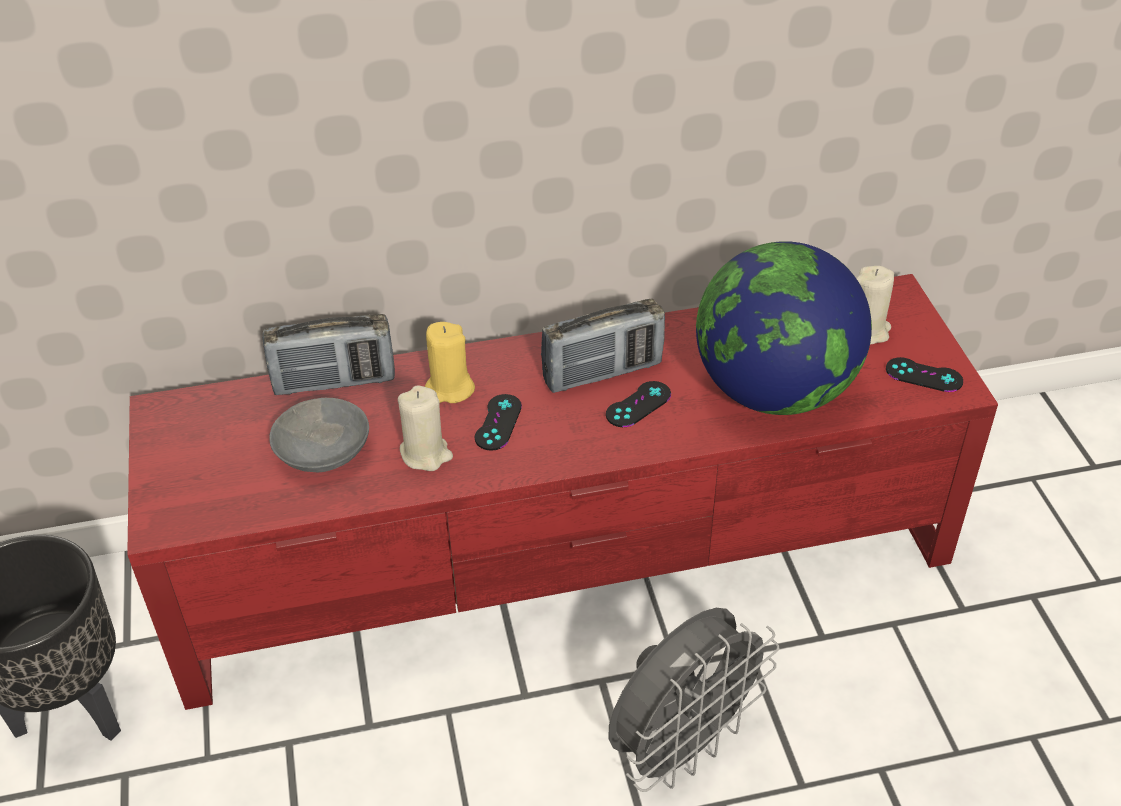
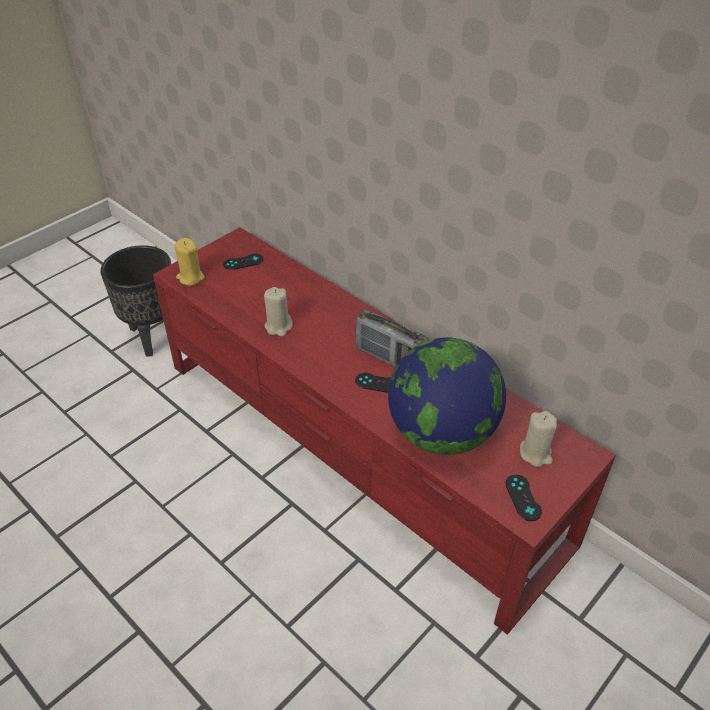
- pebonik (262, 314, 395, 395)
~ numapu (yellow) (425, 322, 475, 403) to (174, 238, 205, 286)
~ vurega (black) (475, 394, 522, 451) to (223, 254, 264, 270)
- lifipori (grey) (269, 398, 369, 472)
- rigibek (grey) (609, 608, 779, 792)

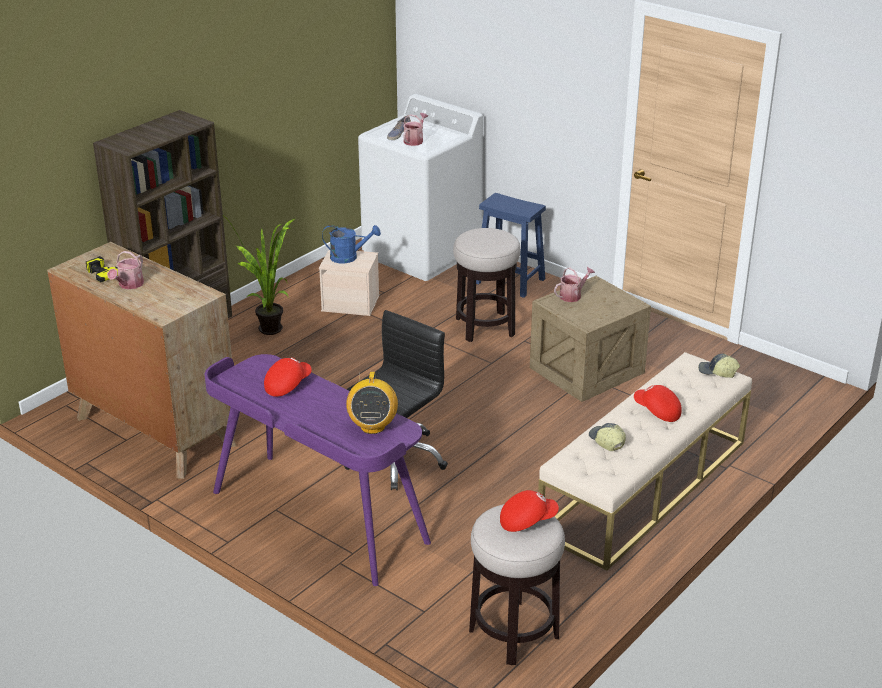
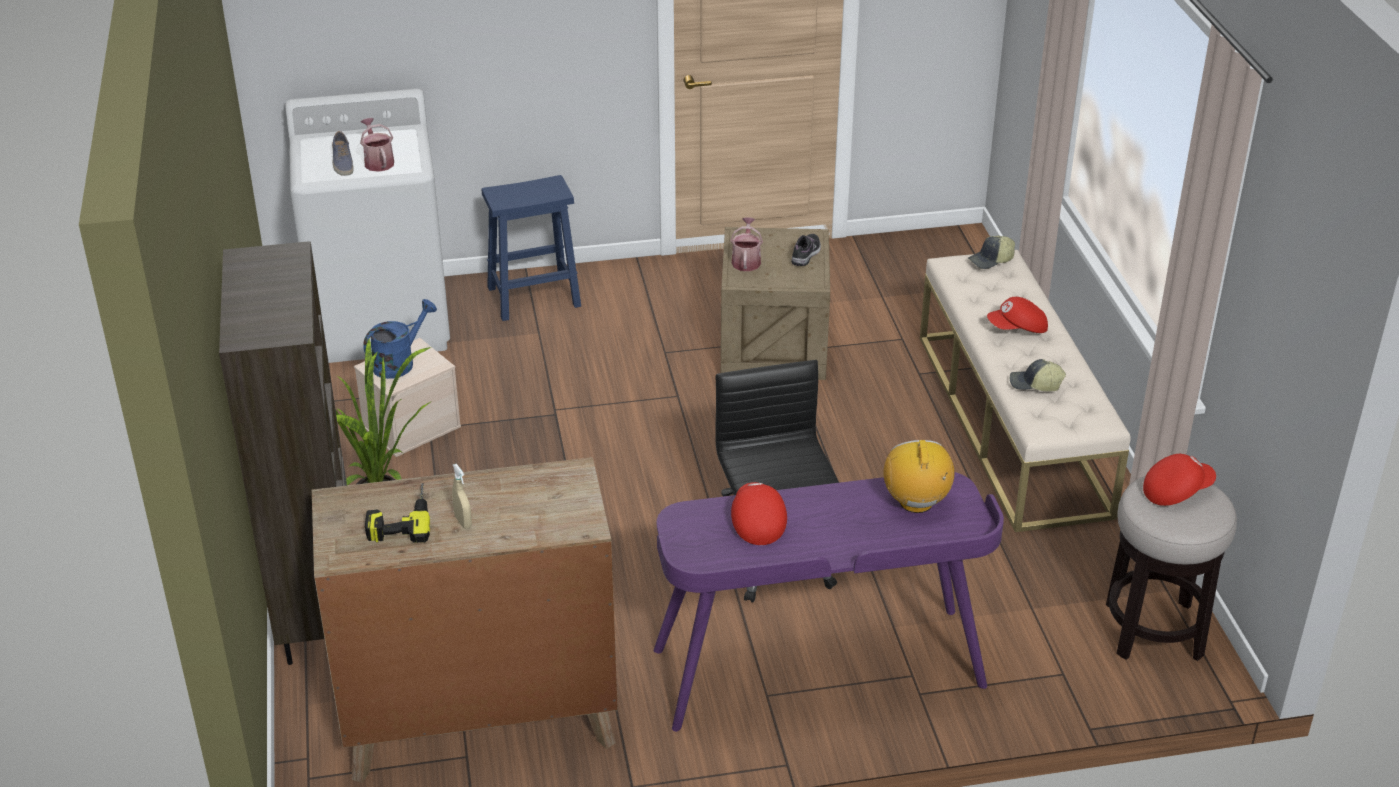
- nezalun (453, 228, 521, 342)
~ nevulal (107, 251, 144, 290) to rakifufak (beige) (452, 464, 472, 529)
~ pebonik (346, 372, 398, 434) = (884, 440, 954, 513) 135 degrees counterclockwise
~ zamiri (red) (500, 490, 559, 532) = (1143, 454, 1216, 506) 45 degrees clockwise
+ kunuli (791, 234, 821, 266)

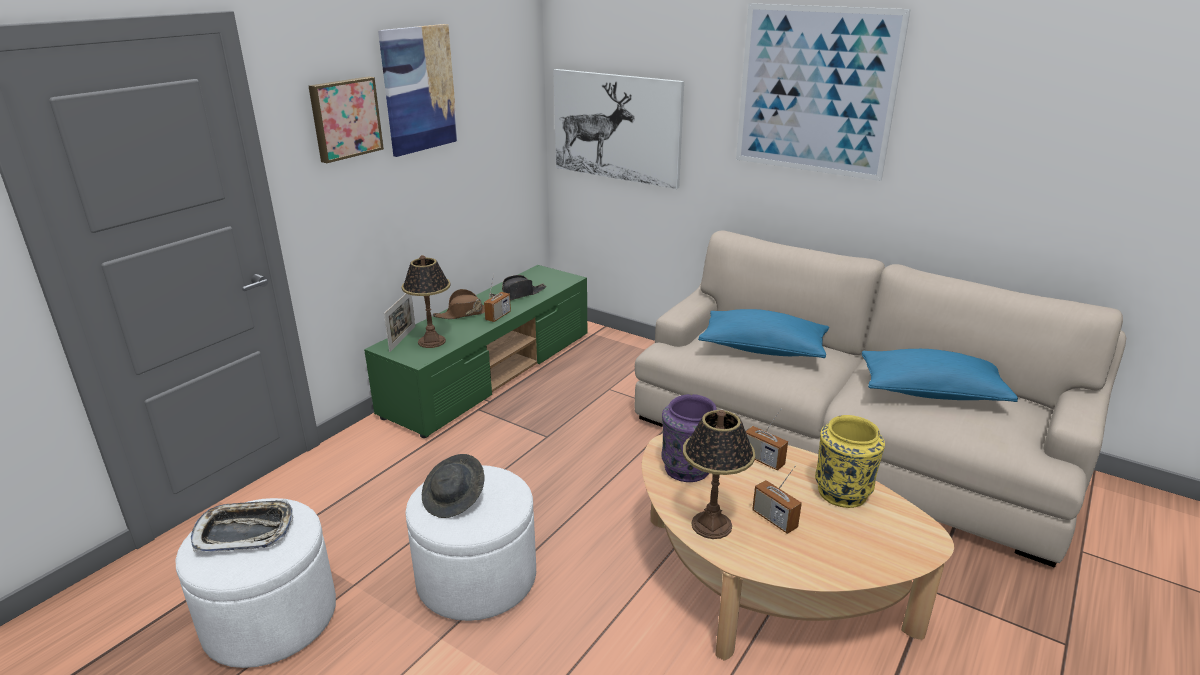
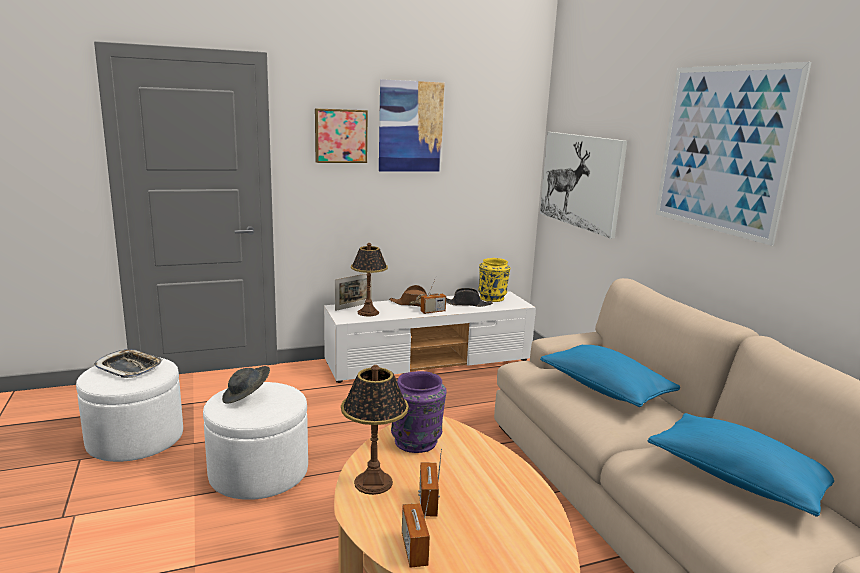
~ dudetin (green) (364, 265, 587, 438) to dudetin (white) (324, 291, 536, 383)
~ pebonik (746, 409, 788, 470) to (402, 490, 431, 568)
~ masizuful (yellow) (815, 415, 885, 508) to (478, 258, 510, 302)

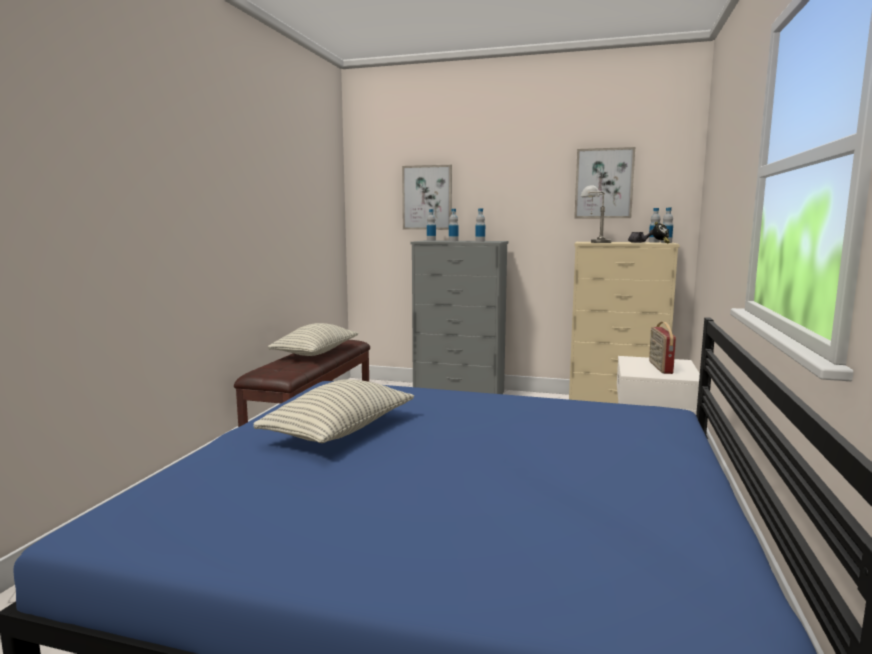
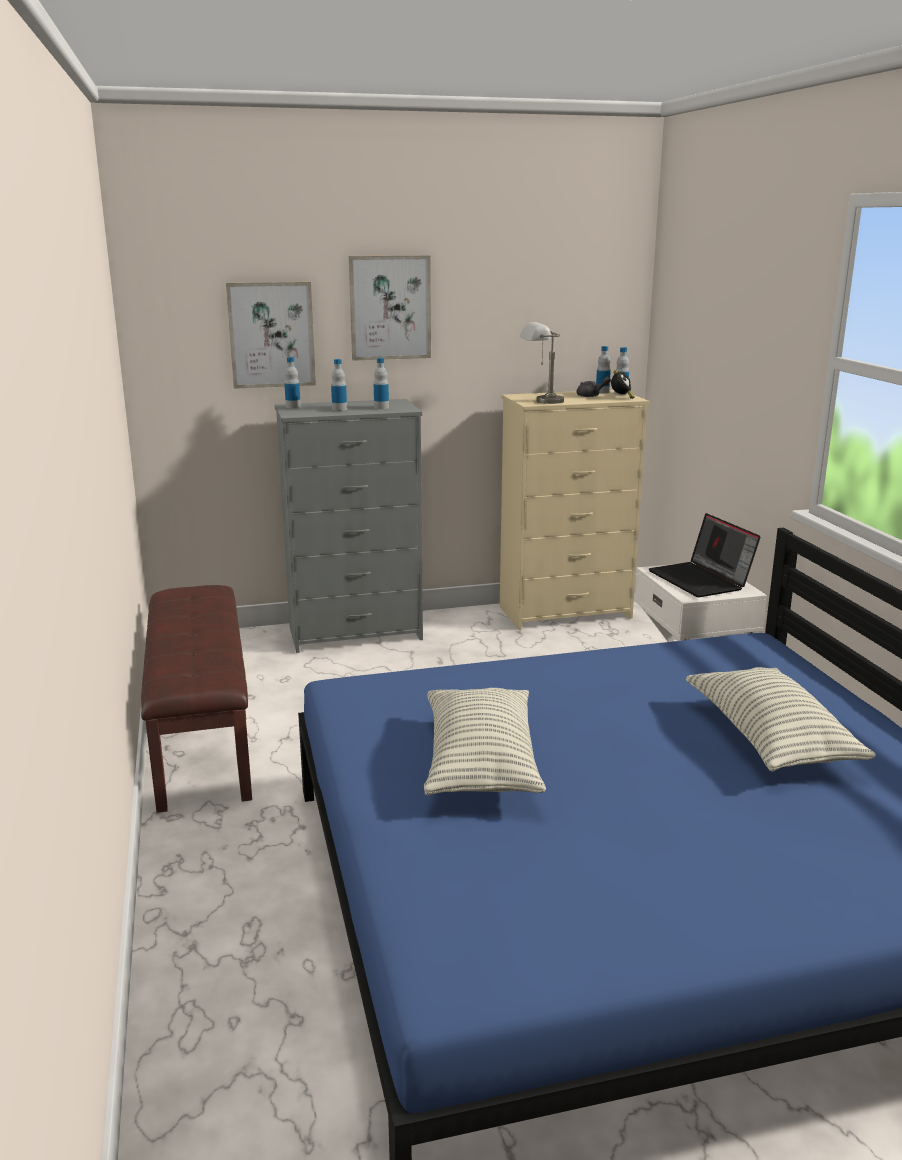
~ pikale (574, 147, 635, 218) to (349, 255, 431, 361)
~ pebonik (649, 322, 676, 374) to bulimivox (649, 513, 760, 597)
~ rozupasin (268, 323, 359, 356) to (686, 667, 876, 772)

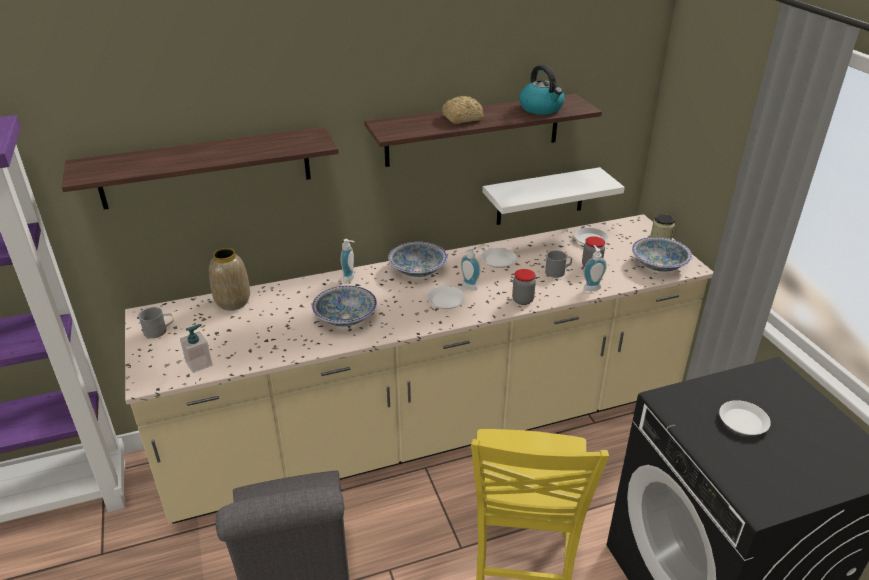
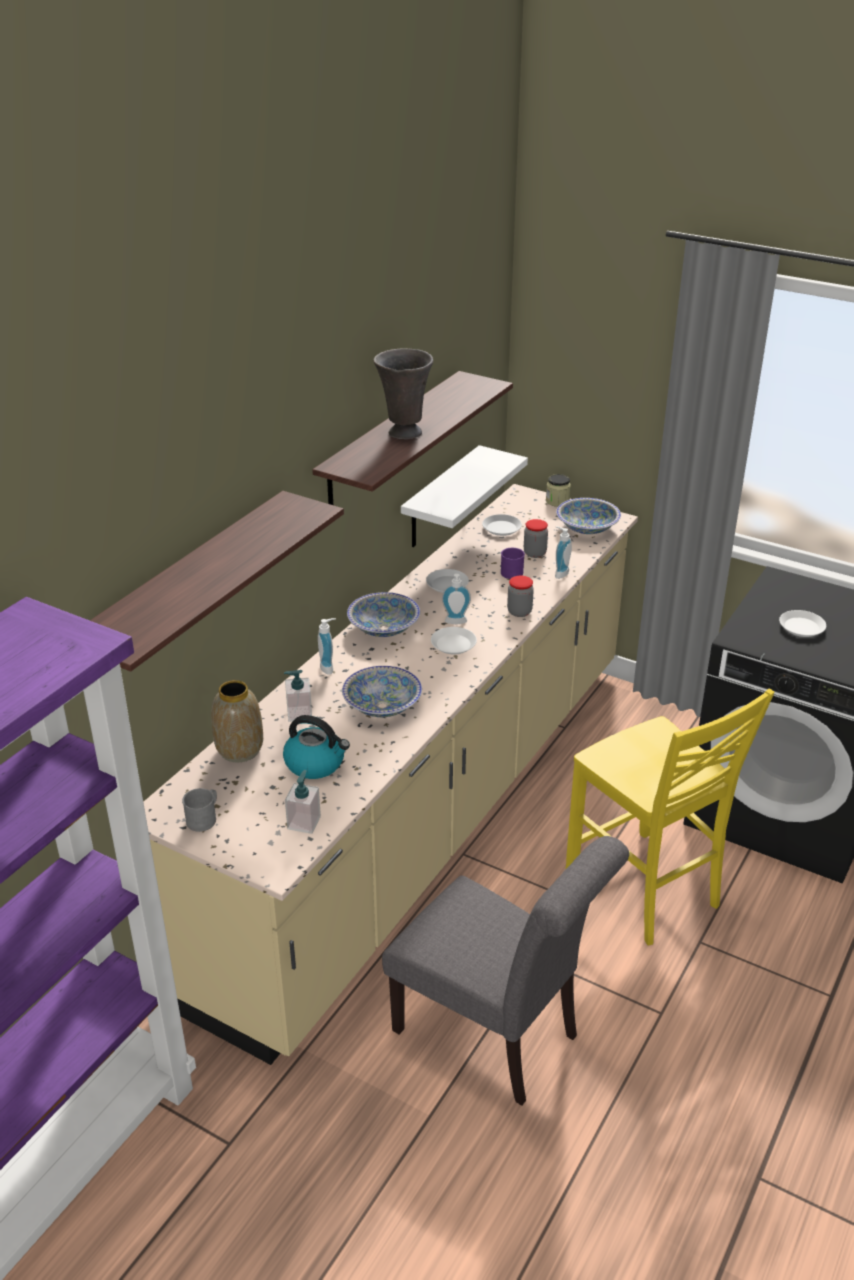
~ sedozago (519, 65, 565, 115) to (283, 715, 350, 779)
~ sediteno (442, 96, 484, 124) to masizuful (grey) (373, 348, 433, 439)
~ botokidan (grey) (545, 250, 572, 278) to botokidan (purple) (501, 548, 525, 579)
+ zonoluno (284, 670, 312, 722)

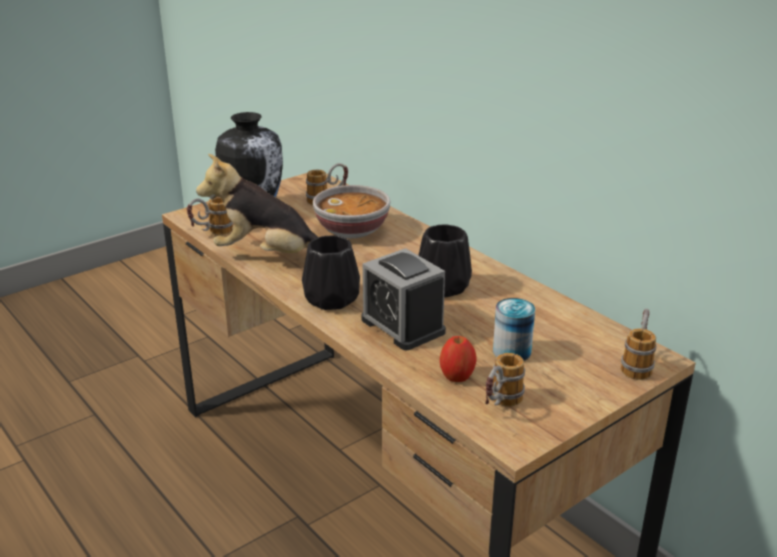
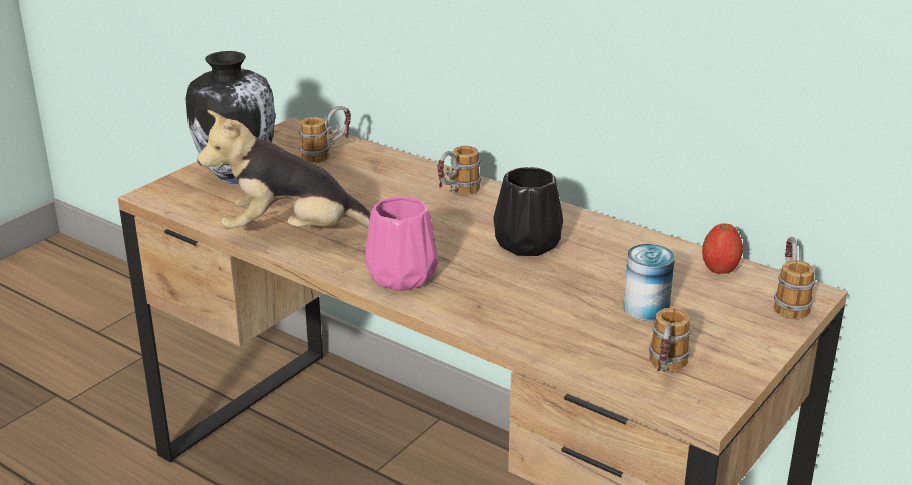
- lifipori (313, 185, 390, 238)
~ botokidan (187, 197, 233, 235) to (437, 146, 481, 195)
~ masizuful (black) (302, 235, 360, 310) to masizuful (pink) (365, 196, 438, 291)
- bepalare (361, 248, 446, 350)
~ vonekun (440, 336, 477, 382) to (702, 224, 743, 274)

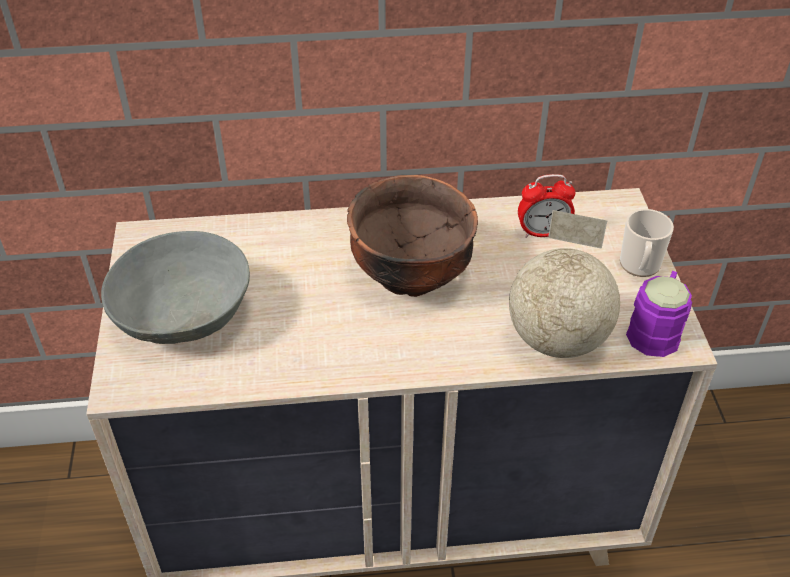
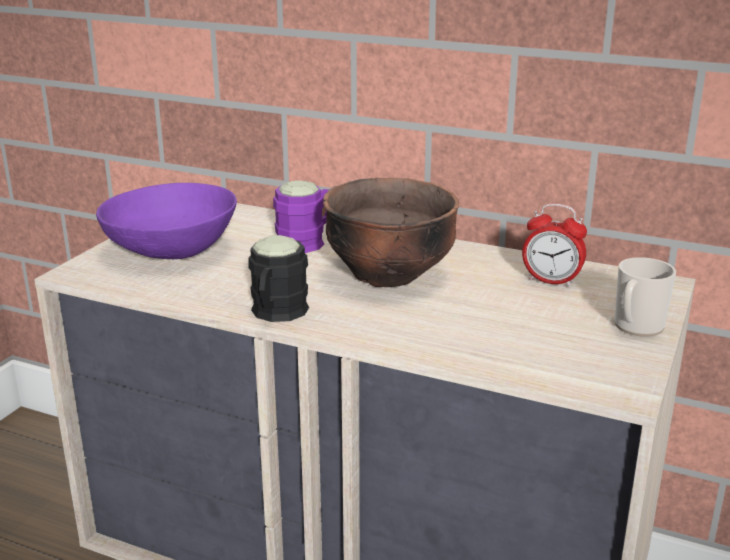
- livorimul (509, 210, 620, 358)
~ lifipori (grey) (101, 231, 250, 344) to lifipori (purple) (96, 183, 237, 259)
~ botokidan (purple) (626, 271, 692, 357) to (273, 181, 329, 253)
+ botokidan (black) (248, 235, 309, 322)

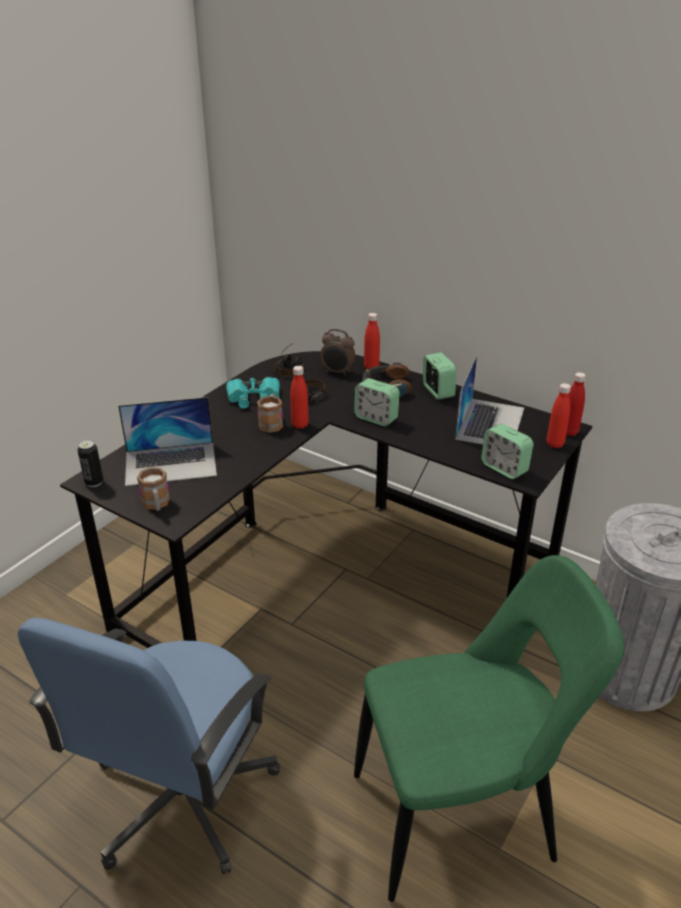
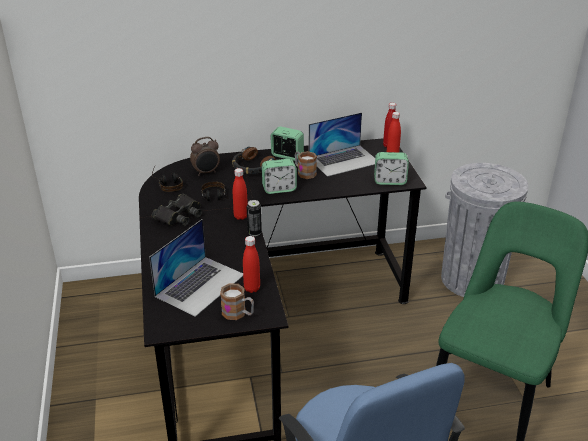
~ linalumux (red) (364, 313, 380, 369) to (243, 236, 260, 293)
~ bulimivox (455, 355, 524, 444) = (308, 112, 375, 177) 90 degrees clockwise
~ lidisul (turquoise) (226, 377, 280, 409) to lidisul (black) (152, 194, 202, 226)
~ botokidan (257, 394, 283, 433) to (295, 151, 317, 179)
~ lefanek (77, 440, 103, 487) to (247, 200, 262, 236)

